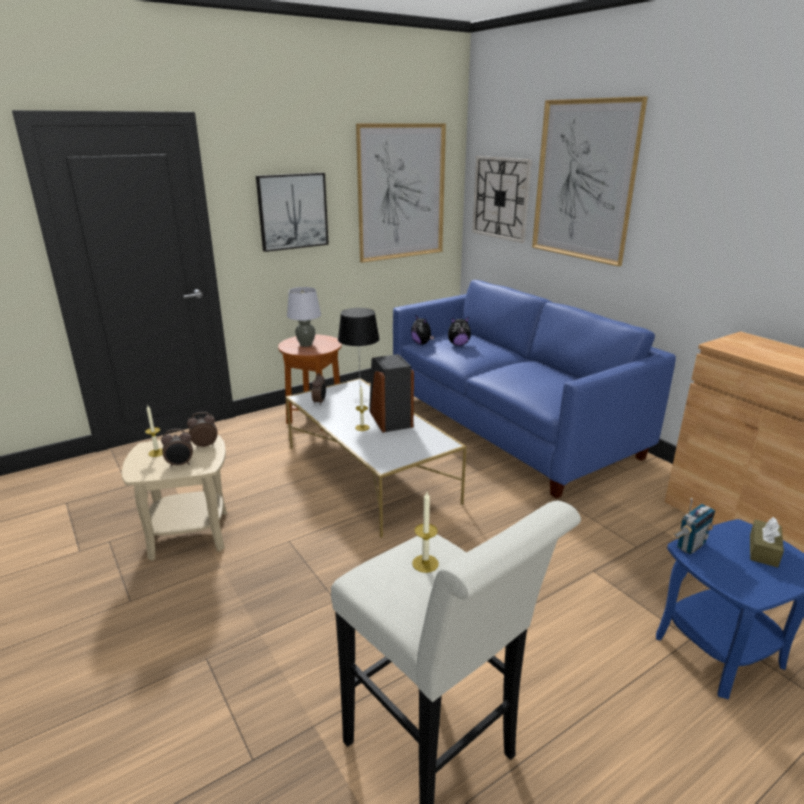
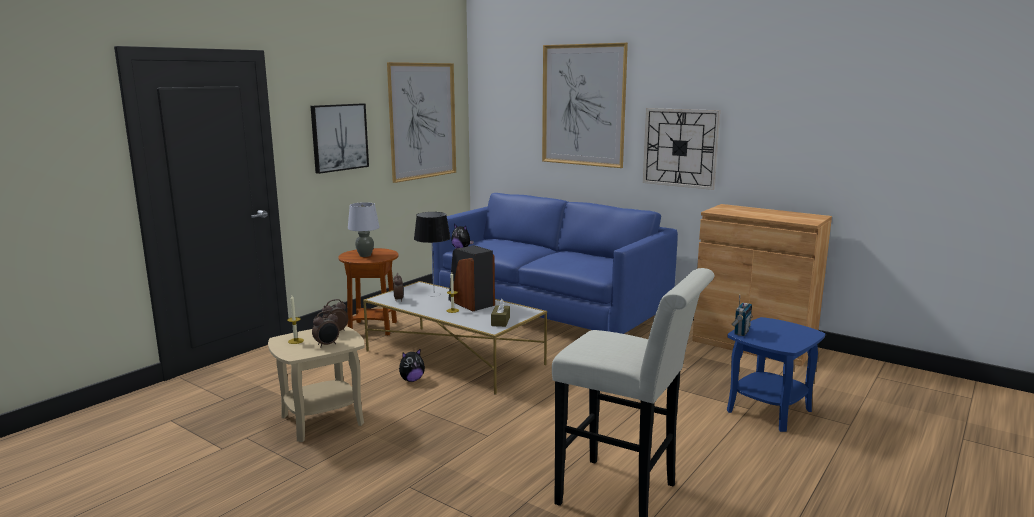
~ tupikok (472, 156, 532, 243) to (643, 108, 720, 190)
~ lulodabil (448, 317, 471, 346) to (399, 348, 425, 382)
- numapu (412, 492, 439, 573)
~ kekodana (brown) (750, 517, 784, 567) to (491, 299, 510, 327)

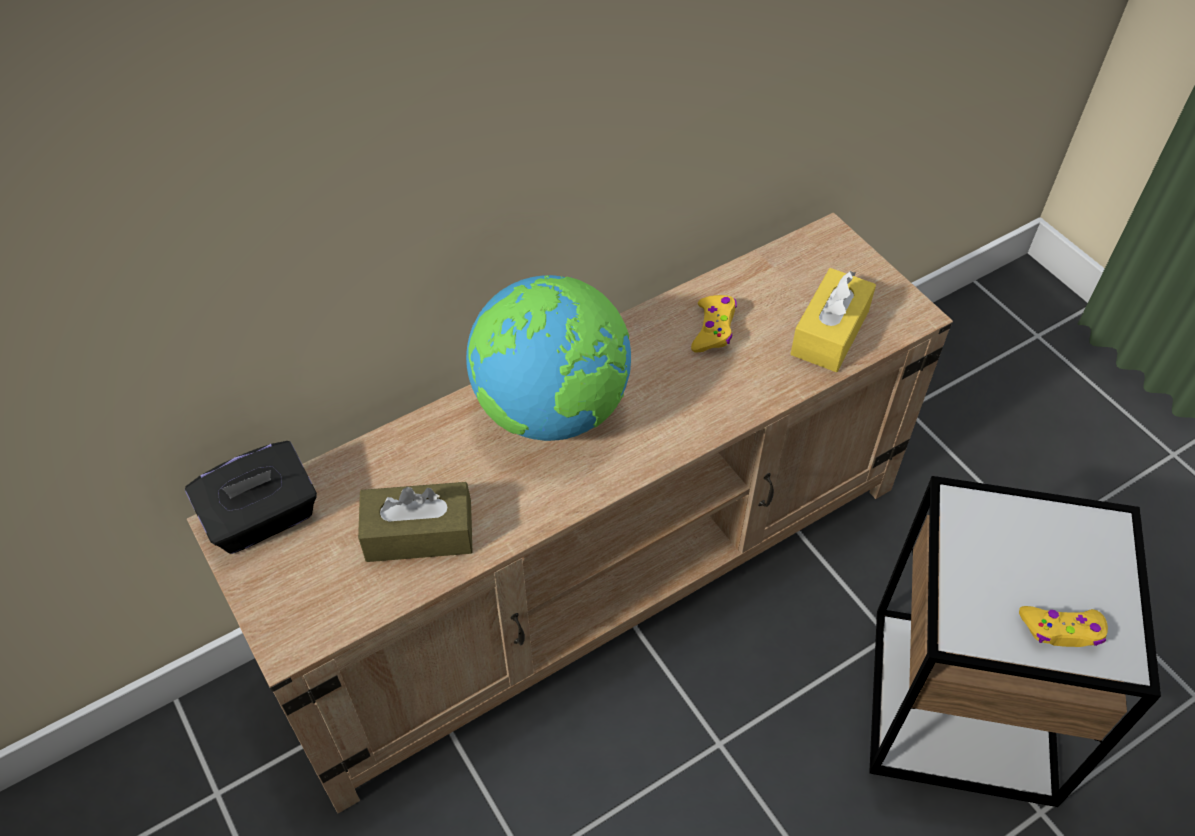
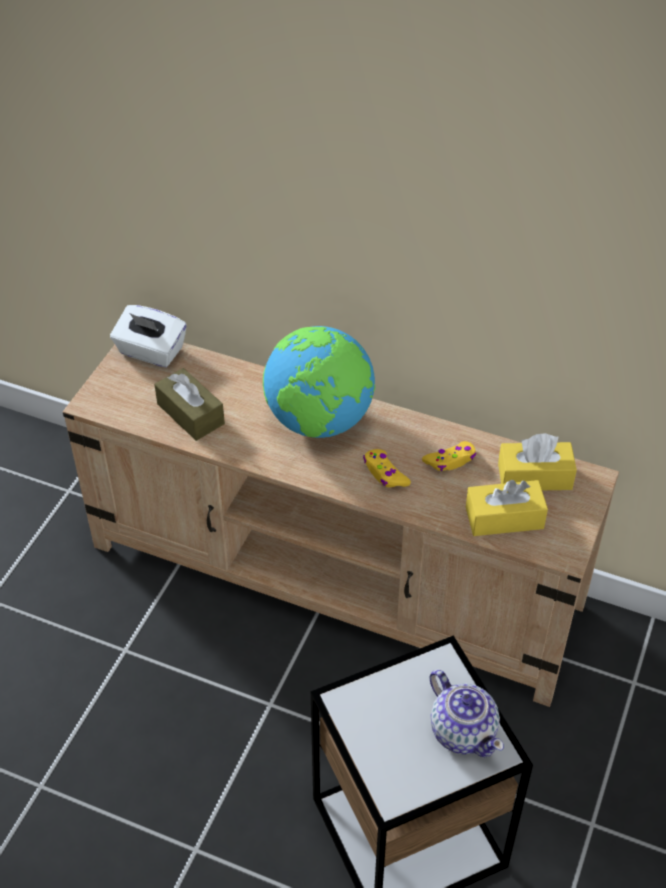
~ kekodana (black) (185, 441, 317, 554) to kekodana (white) (110, 305, 187, 368)
~ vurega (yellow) (1019, 606, 1108, 647) to (363, 449, 411, 487)
+ kekodana (yellow) (498, 433, 577, 490)
+ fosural (430, 670, 504, 757)

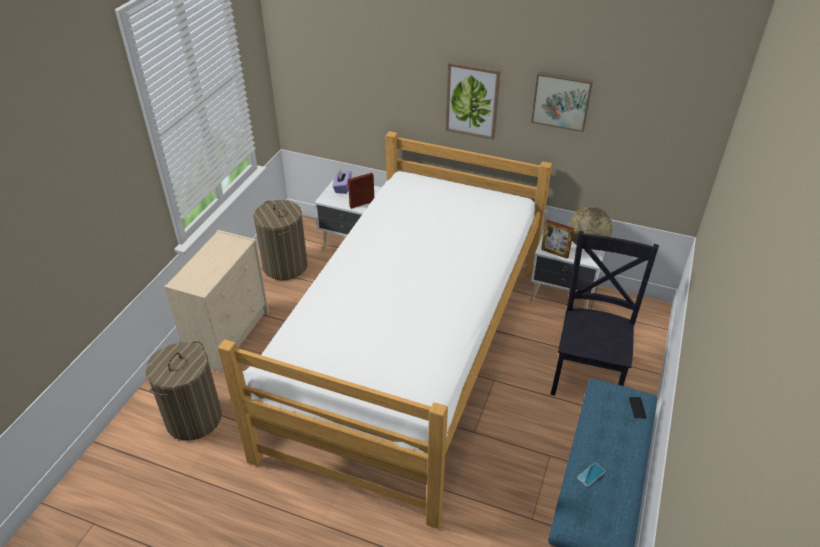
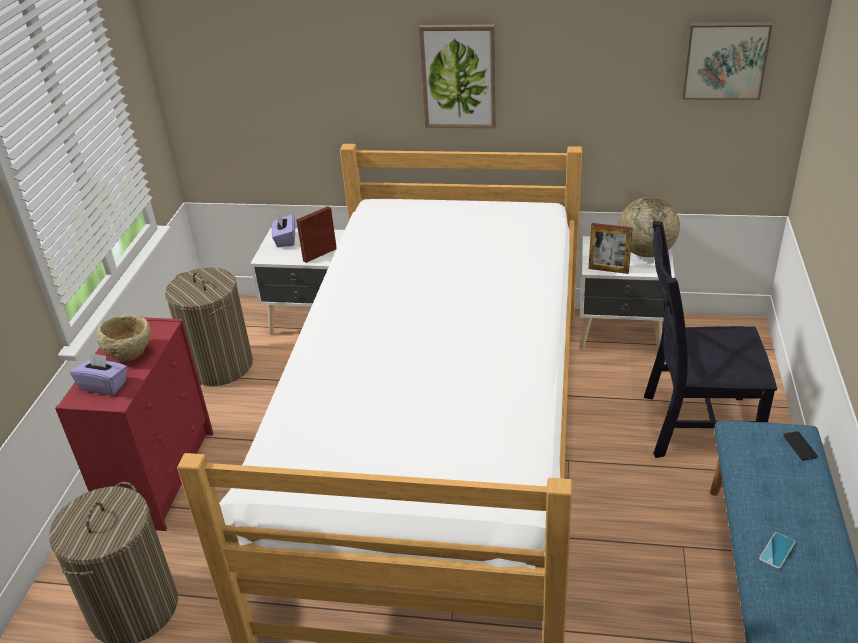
~ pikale (531, 72, 593, 132) to (682, 22, 772, 100)
~ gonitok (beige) (164, 230, 269, 373) to gonitok (red) (55, 317, 214, 531)
~ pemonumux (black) (550, 231, 659, 396) = (644, 221, 777, 458) 90 degrees counterclockwise
+ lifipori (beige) (97, 315, 151, 361)
+ kekodana (purple) (70, 352, 127, 395)

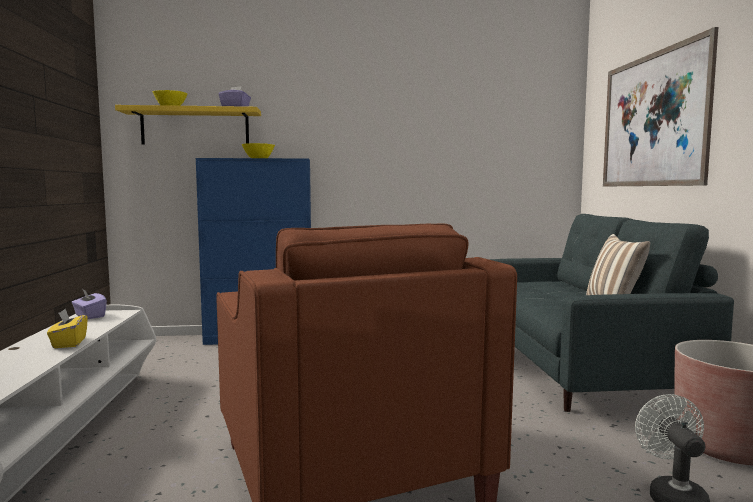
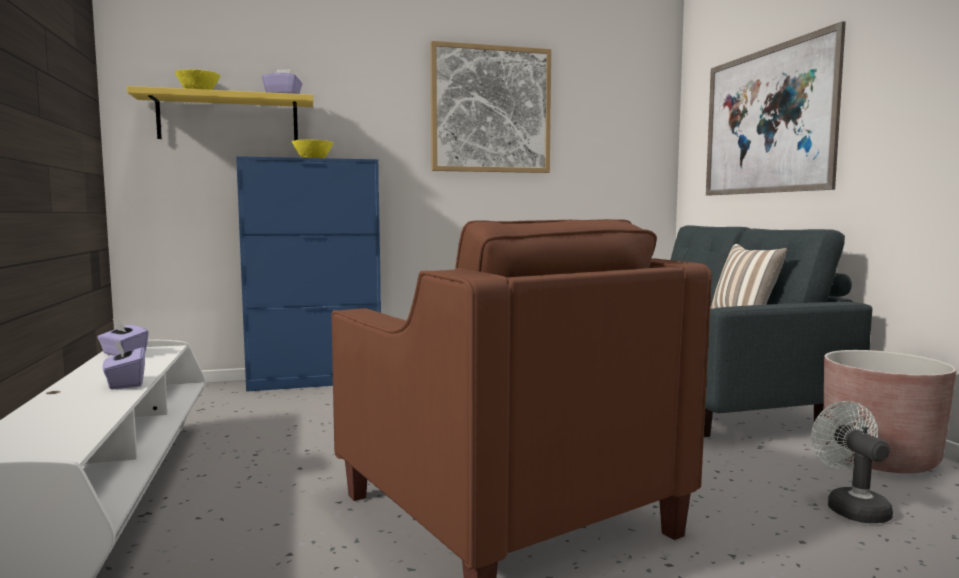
~ kekodana (yellow) (47, 309, 88, 348) to kekodana (purple) (102, 339, 145, 390)
+ pikale (430, 41, 551, 173)

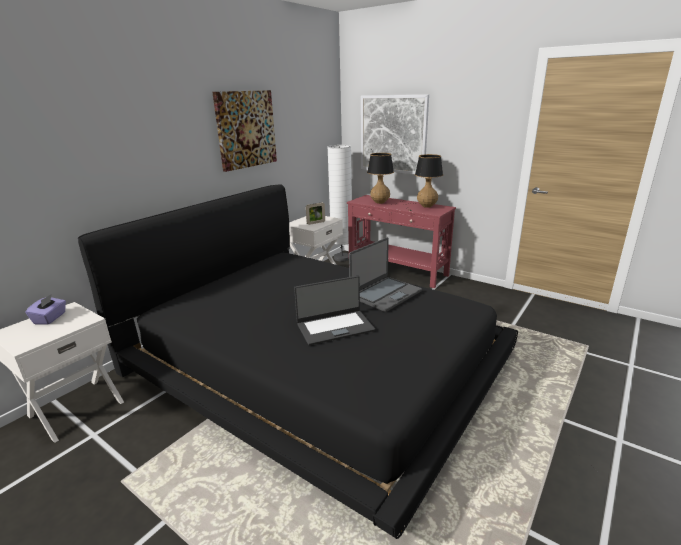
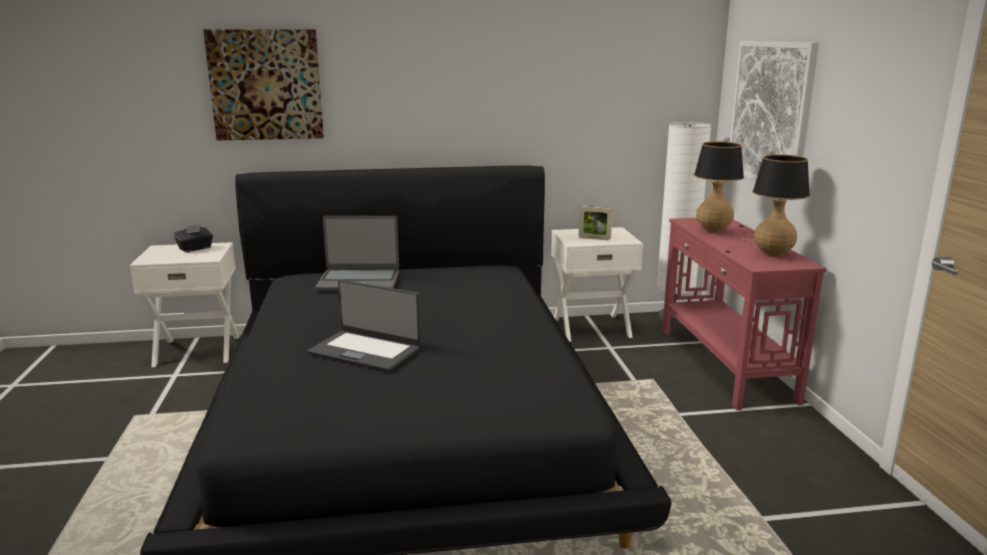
~ pikale (212, 90, 277, 172) to (203, 29, 324, 140)
~ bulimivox (349, 238, 422, 312) to (315, 216, 399, 291)
~ kekodana (purple) (25, 294, 66, 325) to kekodana (black) (174, 224, 213, 252)

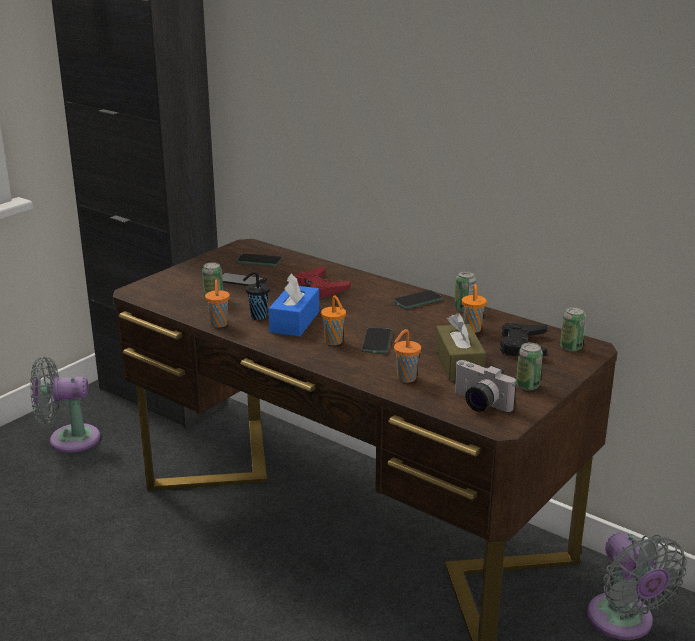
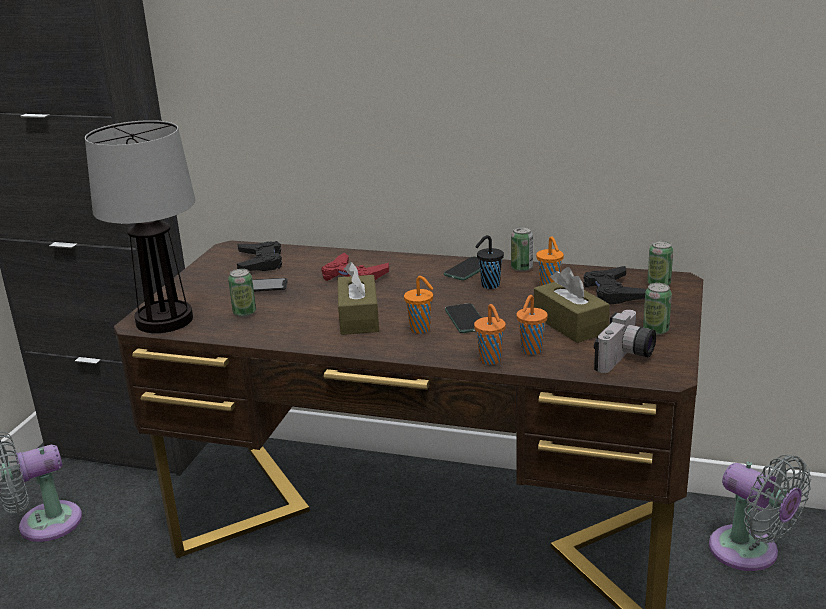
~ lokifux (236, 254, 282, 266) to vurega (black) (237, 241, 282, 271)
~ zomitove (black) (243, 271, 270, 320) to (475, 235, 504, 289)
~ kekodana (blue) (268, 273, 319, 337) to kekodana (brown) (337, 262, 379, 335)
~ zomitove (orange) (205, 280, 230, 328) to (474, 304, 506, 365)
~ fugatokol (455, 360, 516, 412) = (594, 310, 656, 373) 75 degrees counterclockwise
+ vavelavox (85, 120, 195, 333)

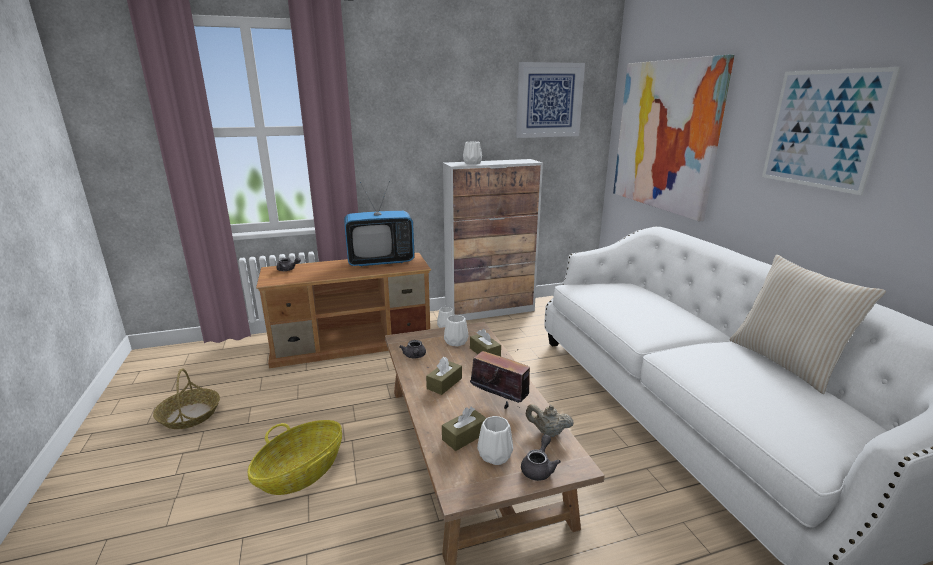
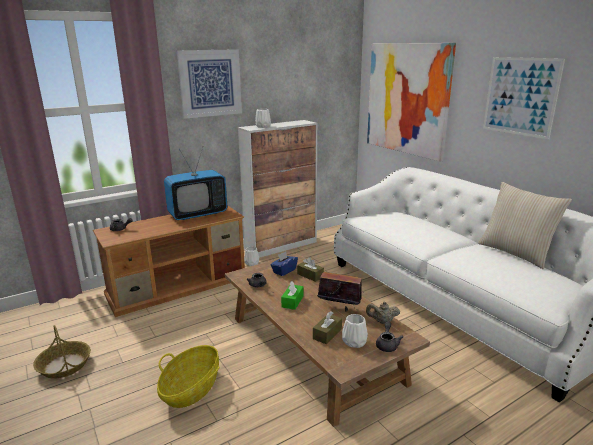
~ pikale (516, 62, 585, 138) to (177, 49, 242, 119)
~ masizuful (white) (444, 315, 468, 346) to kekodana (blue) (271, 252, 298, 276)
~ kekodana (brown) (426, 357, 462, 395) to kekodana (green) (281, 281, 304, 310)

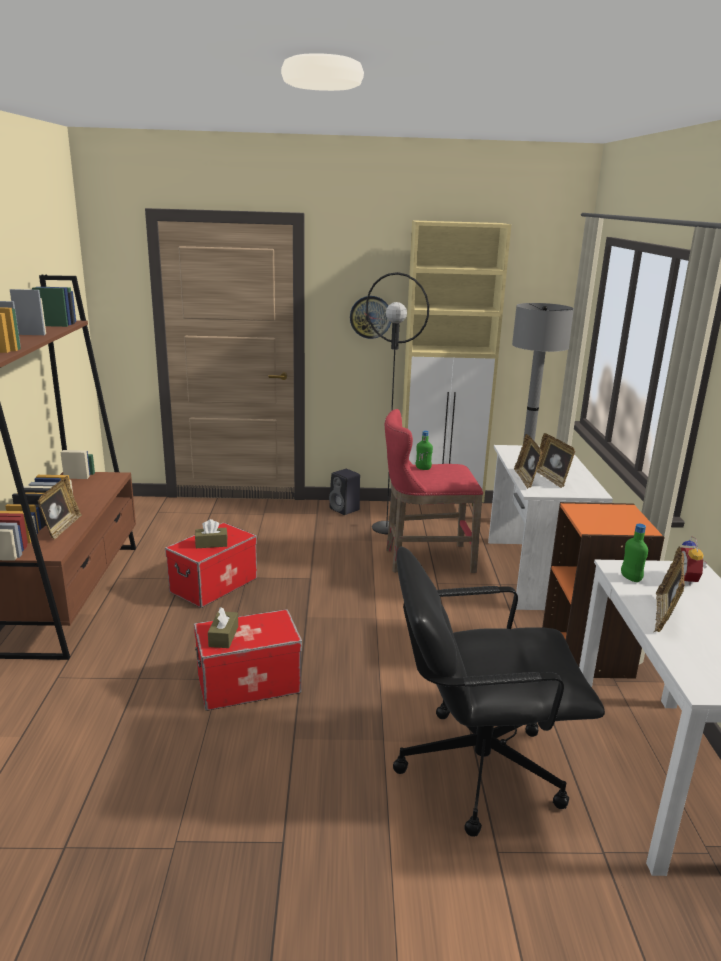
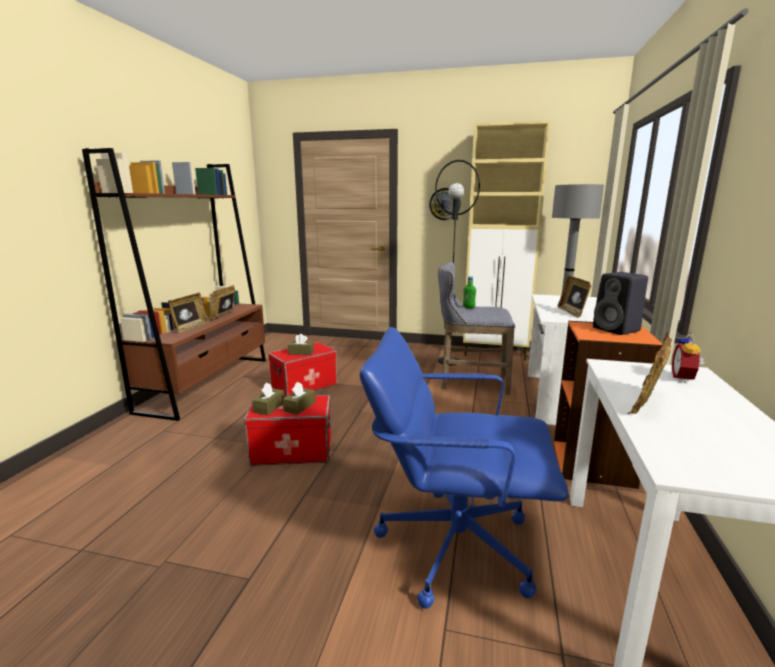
~ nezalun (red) (385, 409, 483, 573) to nezalun (grey) (438, 262, 515, 395)
~ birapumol (514, 434, 543, 489) to (210, 285, 235, 320)
~ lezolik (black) (329, 469, 360, 515) to (593, 272, 648, 335)
- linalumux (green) (621, 524, 648, 582)
~ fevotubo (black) (393, 546, 605, 837) to fevotubo (blue) (359, 327, 568, 608)
+ kekodana (brown) (283, 382, 316, 415)

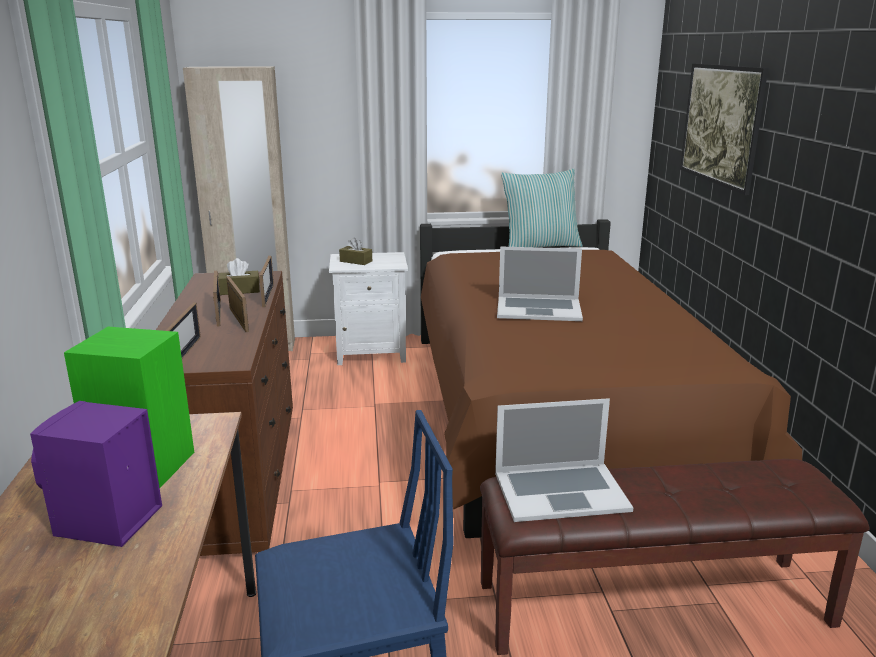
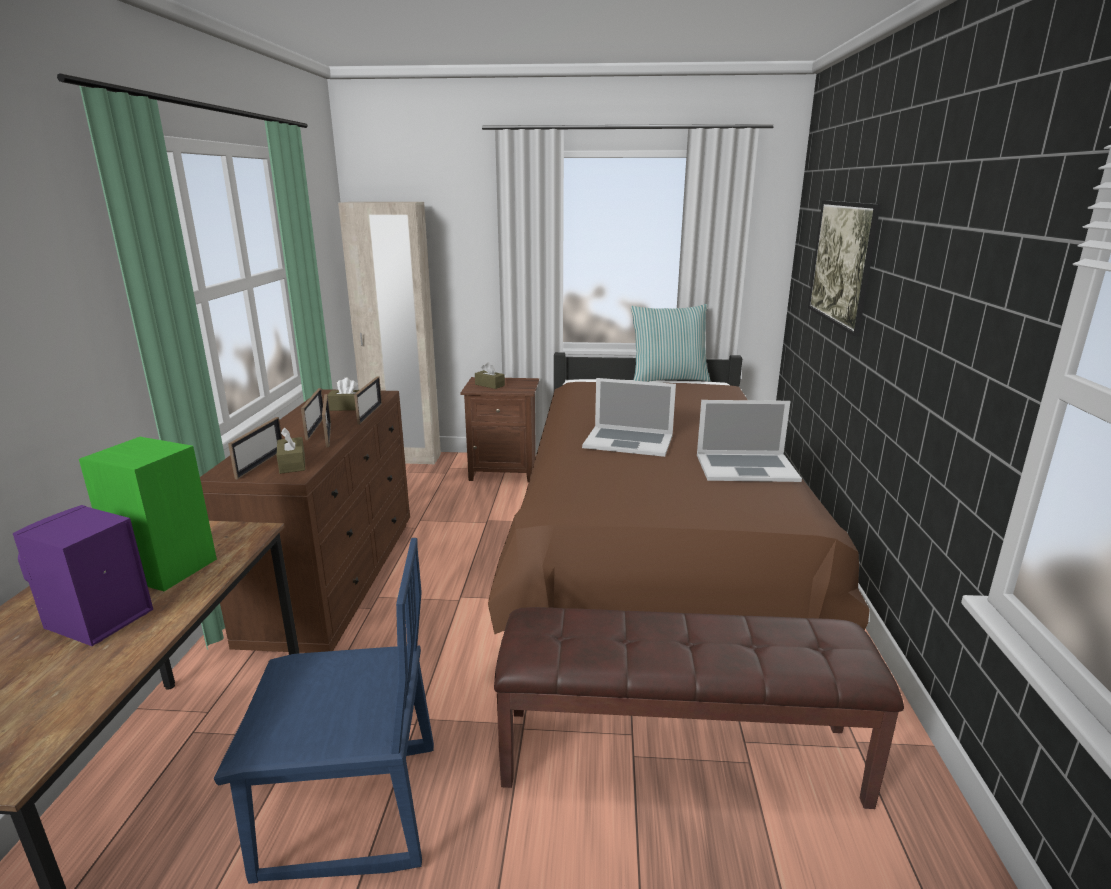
~ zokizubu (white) (329, 252, 408, 365) to zokizubu (brown) (460, 377, 539, 483)
~ bulimivox (495, 398, 633, 522) to (697, 400, 802, 482)
+ kekodana (brown) (277, 428, 305, 474)

